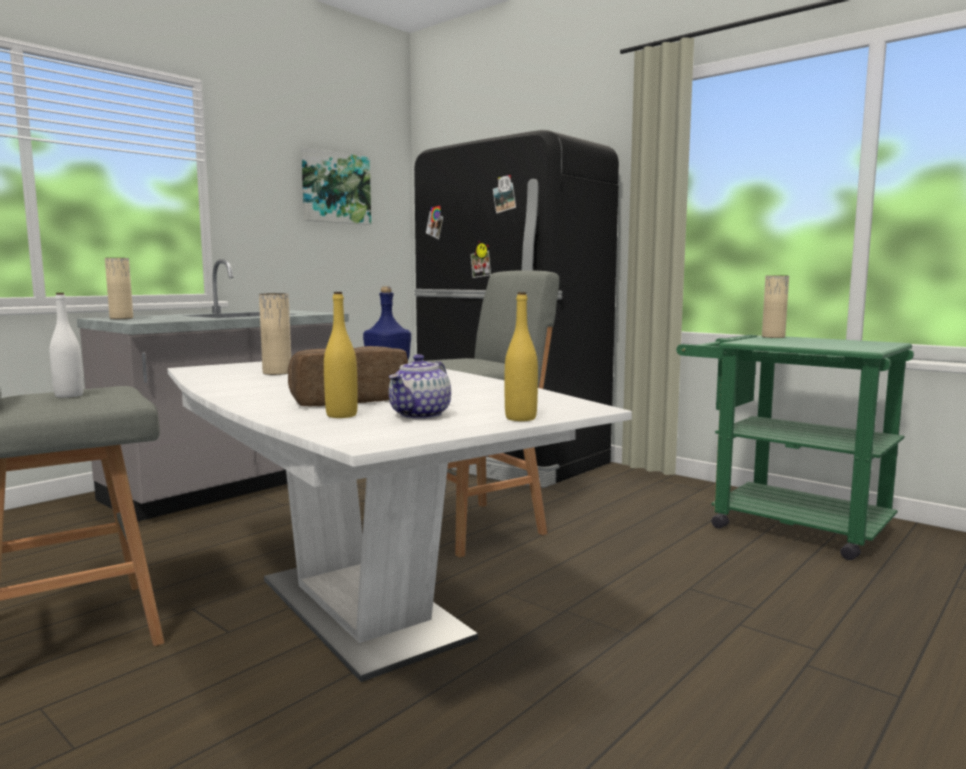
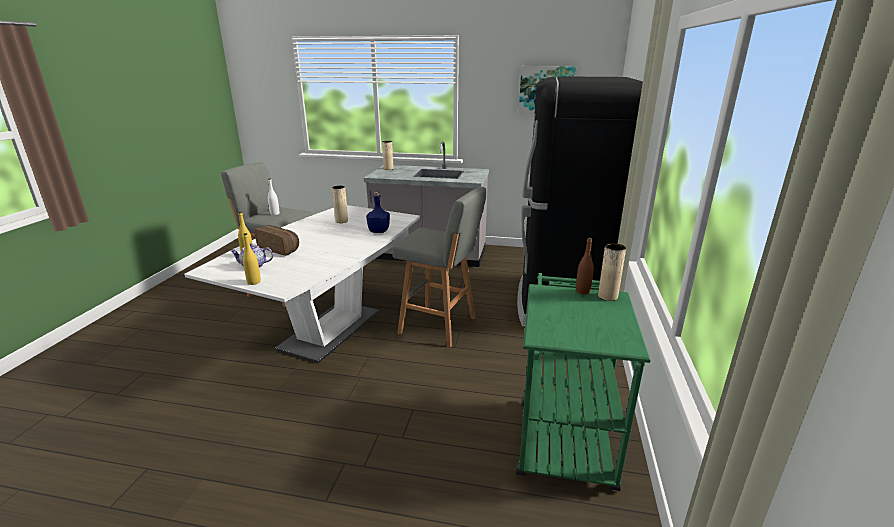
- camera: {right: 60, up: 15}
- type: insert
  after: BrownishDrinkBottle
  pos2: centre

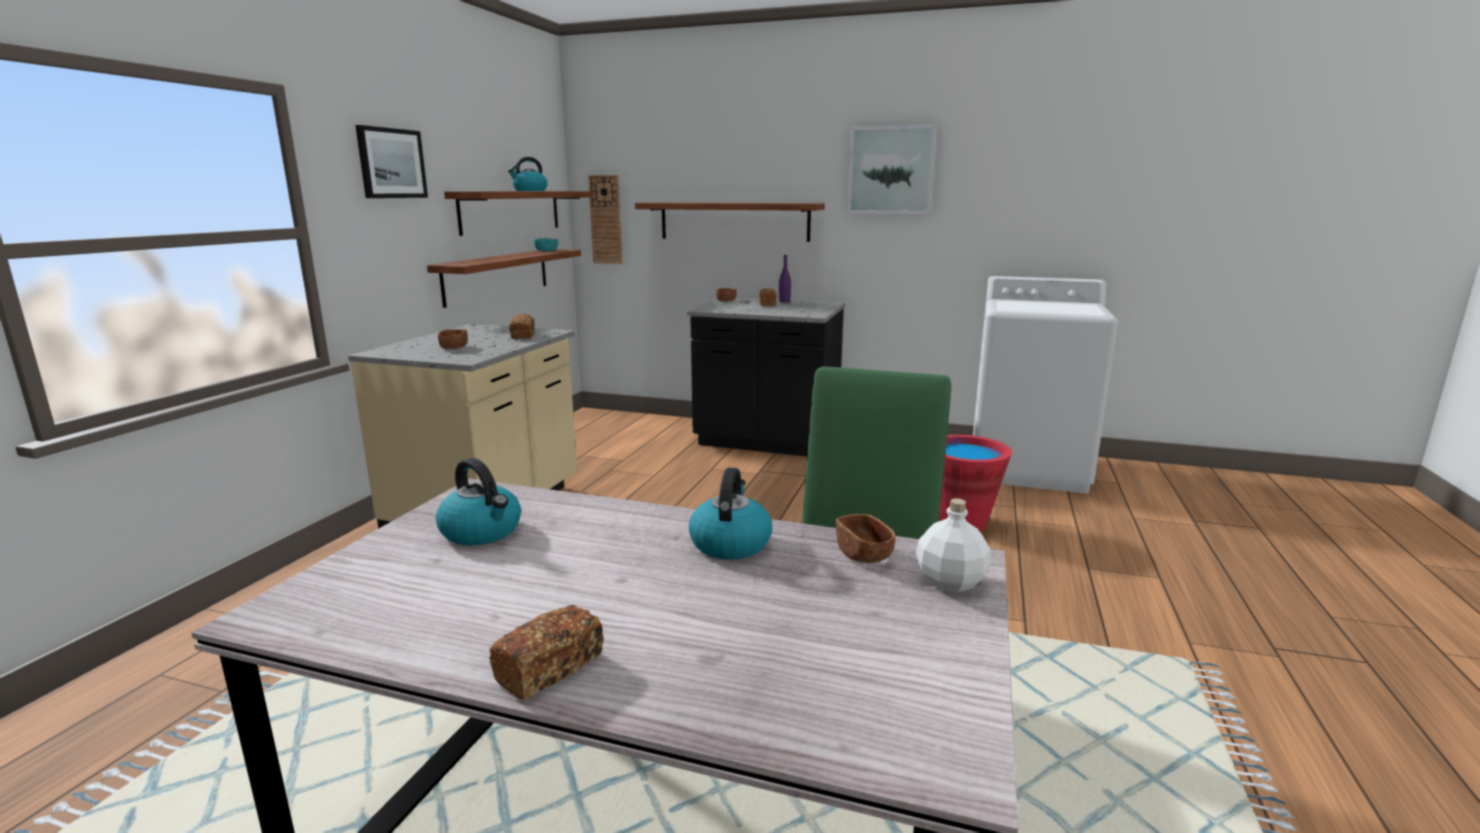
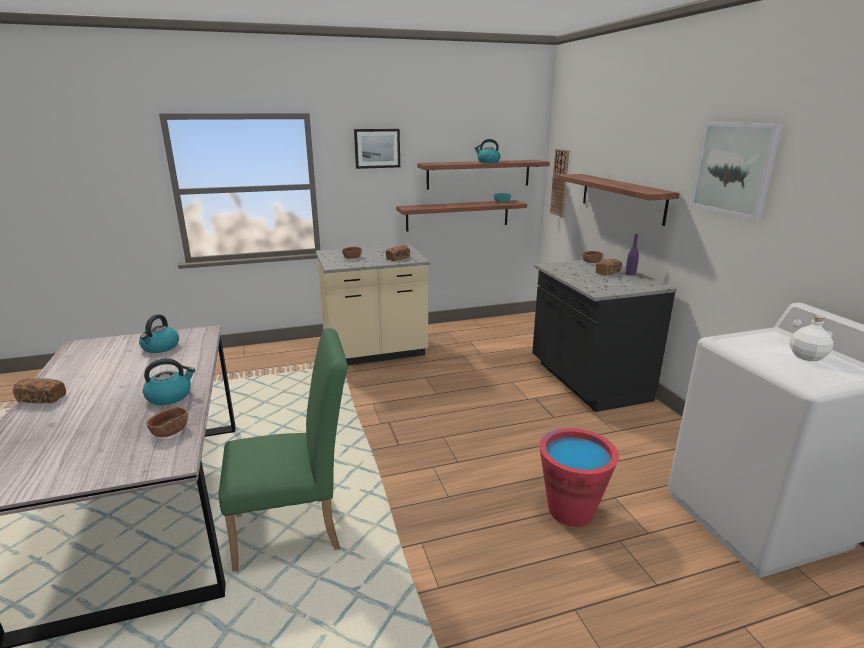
- camera: {right: 55, up: 5}
- type: move
  before: WhiteColouredDrinkBottle
  pos1: centre
  pos2: middle right

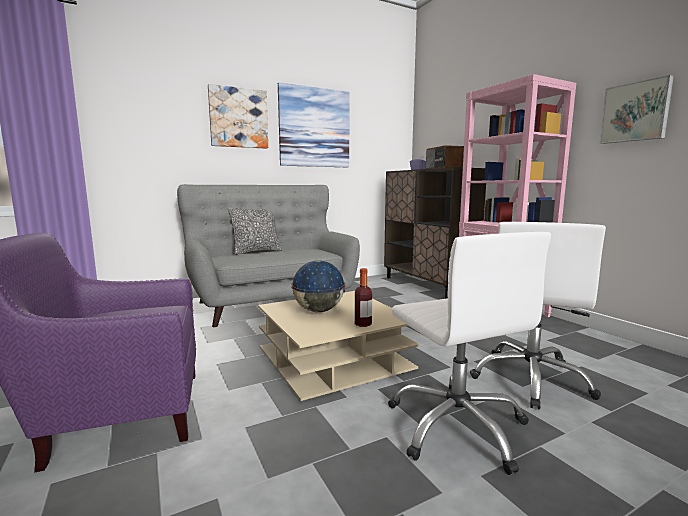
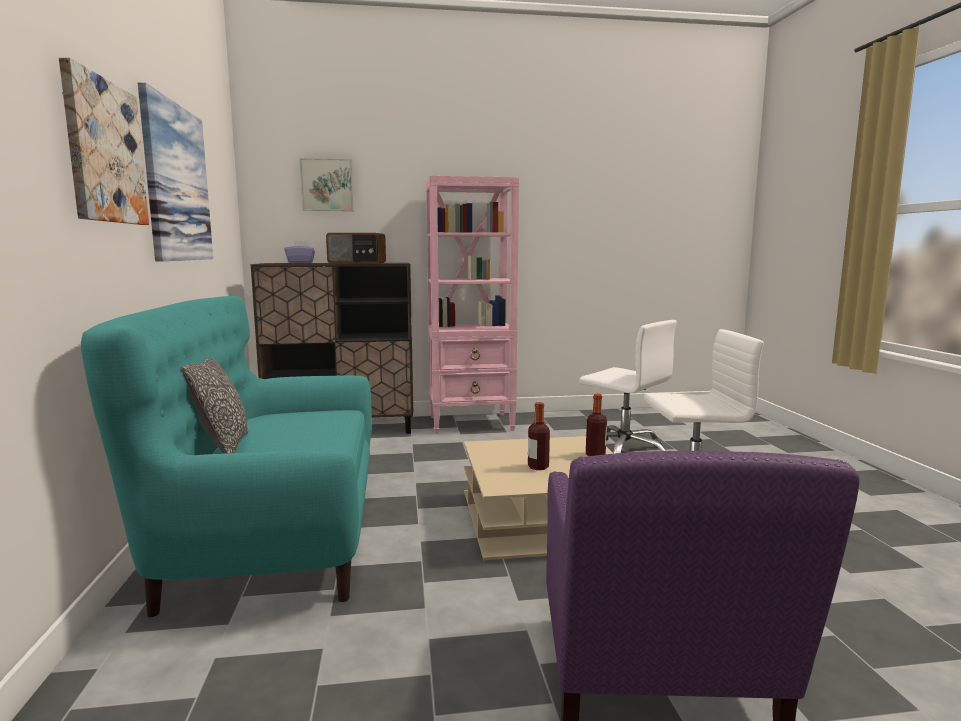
- camera: {right: -70, up: 0}
- type: recolor
  before: GreyCouch
  after: TurquoiseCouch
  pos1: centre
  pos2: middle left
- type: move
  before: WallArt (3rd from left)
  pos1: top right
  pos2: top centre
- type: replace
  before: WorldGlobe
  after: DrinkBottle (1st from left)
  pos1: centre
  pos2: centre

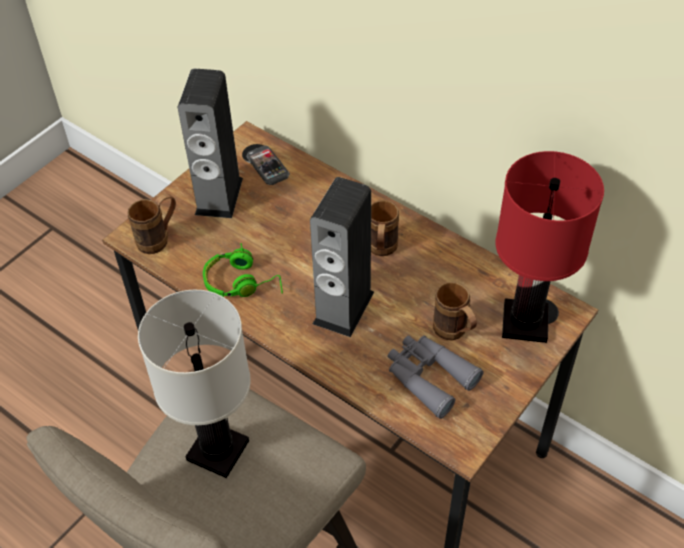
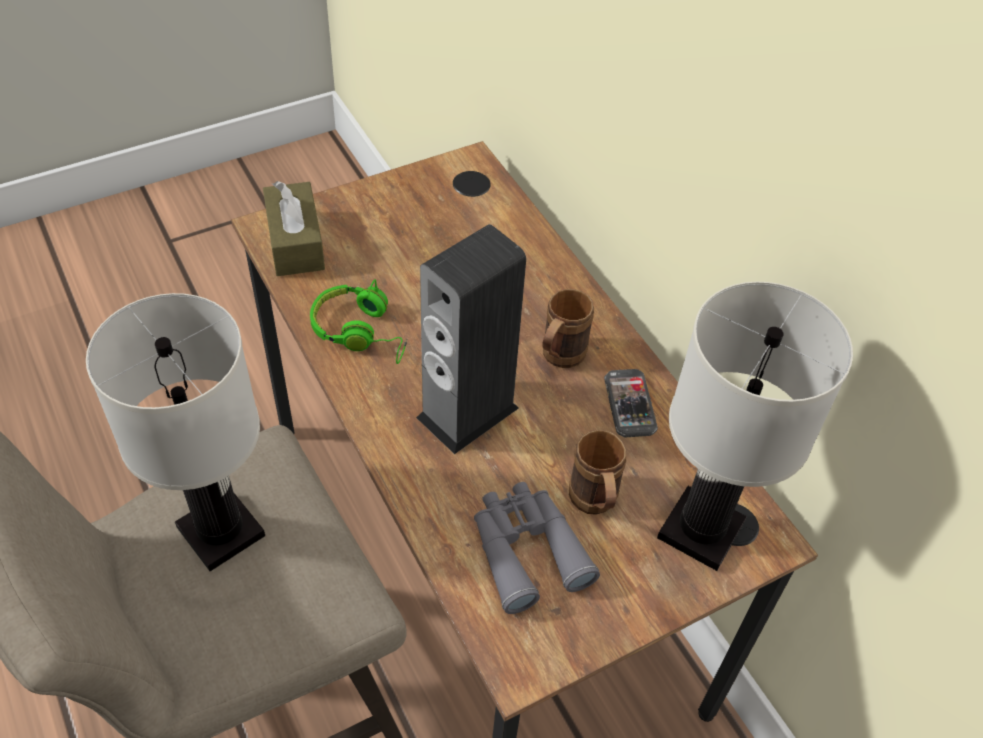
- camera: {right: 20, up: 0}
- type: replace
  before: BrownishCoffeeMug (1st from left)
  after: BrownishBoxOfTissues
  pos1: middle left
  pos2: top left
- type: move
  before: Handset
  pos1: top centre
  pos2: centre
- type: recolor
  before: RedColouredLampForATable
  after: WhiteColouredLampForATable (2nd from left)
  pos1: middle right
  pos2: middle right
- type: delete
  before: Loudspeaker (1st from left)
  pos1: top left

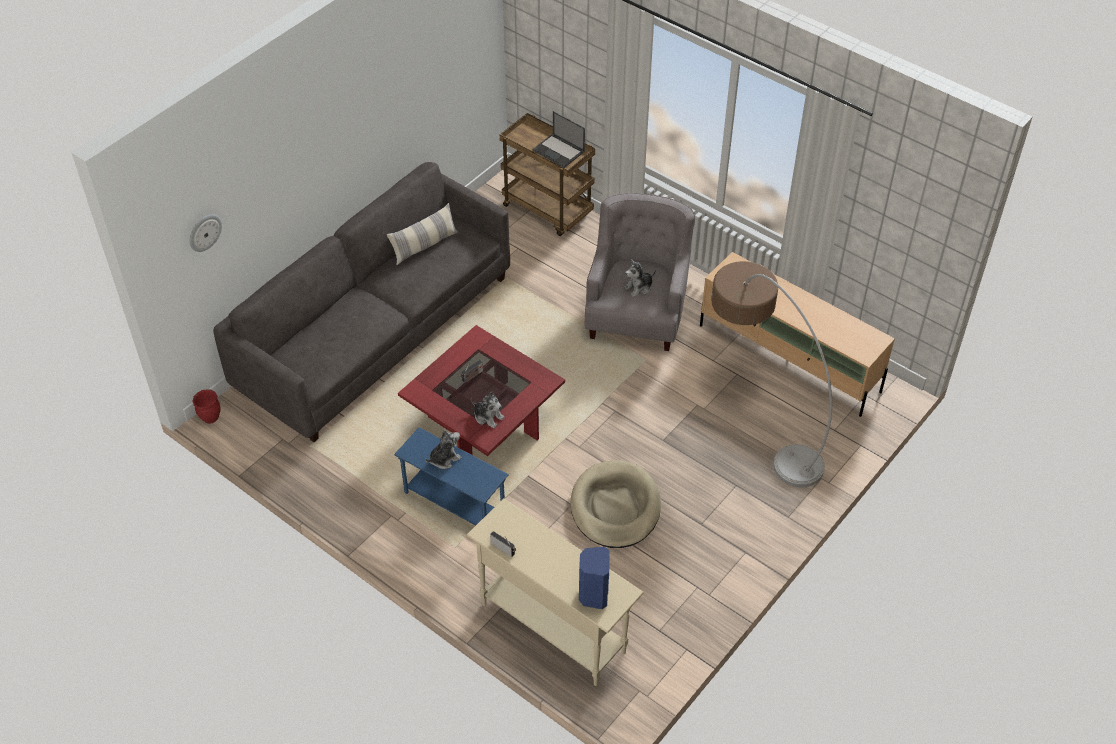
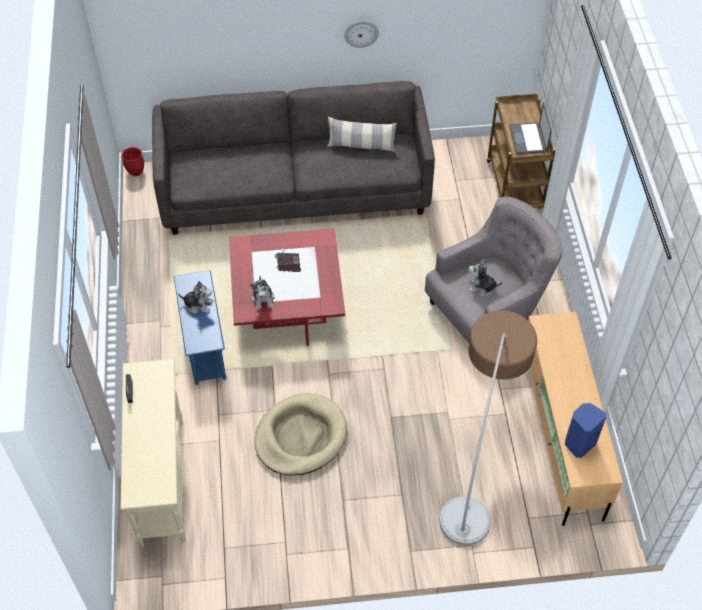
- camera: {right: 45, up: 5}
- type: move
  before: ClockOnTheWall
  pos1: top left
  pos2: top centre
- type: move
  before: BluishLoudspeaker
  pos1: bottom centre
  pos2: bottom right

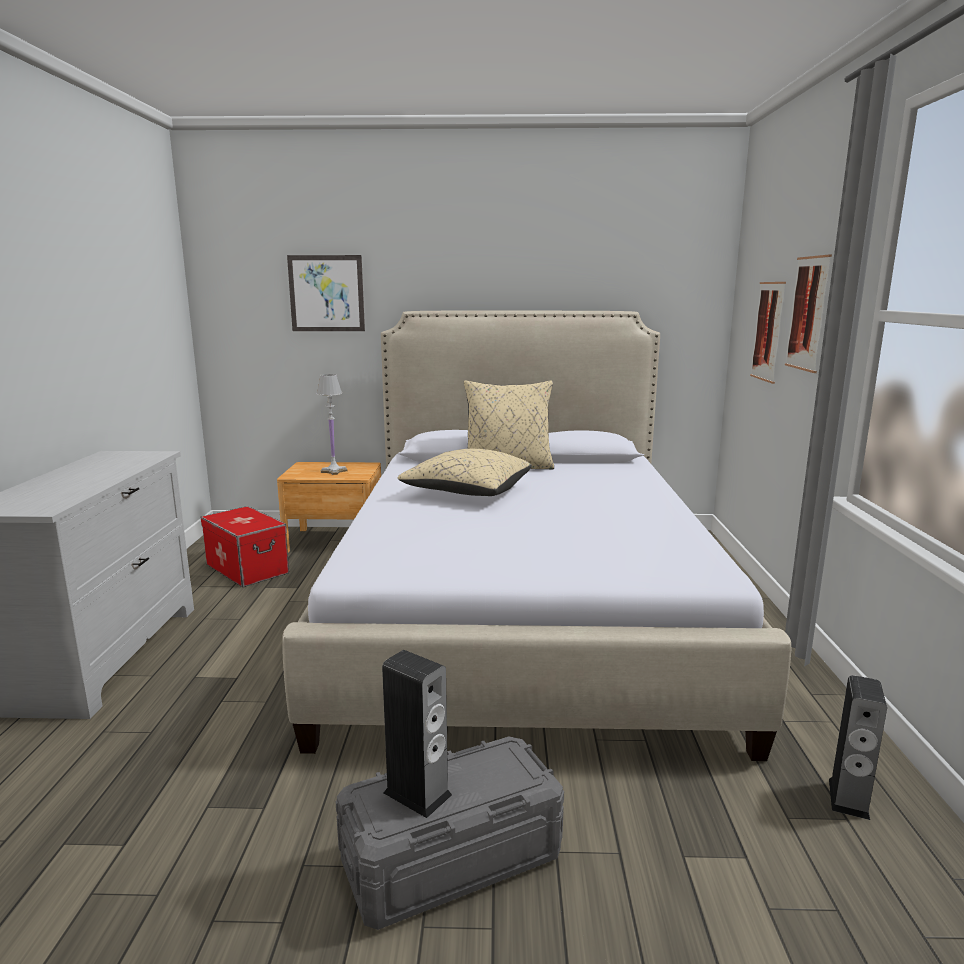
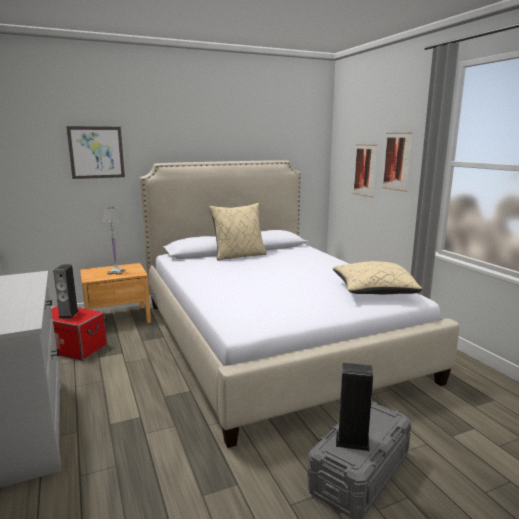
- camera: {right: -25, up: 0}
- type: move
  before: Loudspeaker (2nd from left in the first image)
  after: Loudspeaker (1st from left)
  pos1: bottom right
  pos2: middle left
- type: move
  before: BeigeColouredCushion (1st from left in the first image)
  after: BeigeColouredCushion (2nd from left)
  pos1: centre
  pos2: middle right

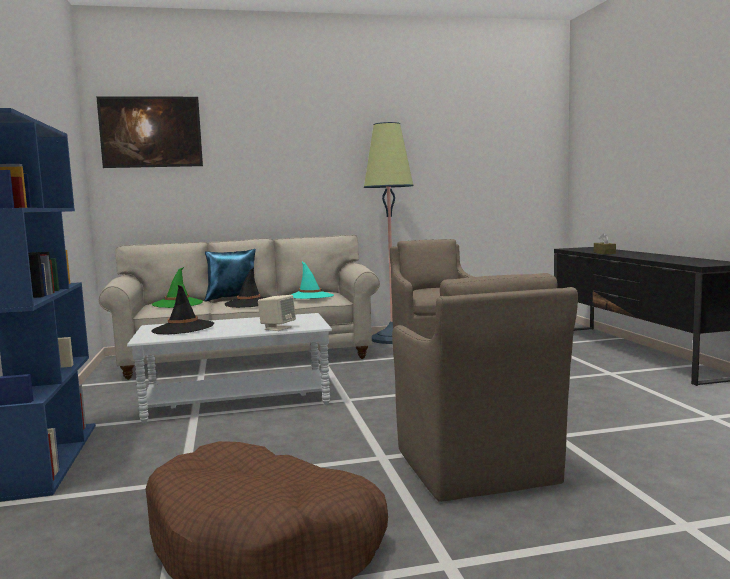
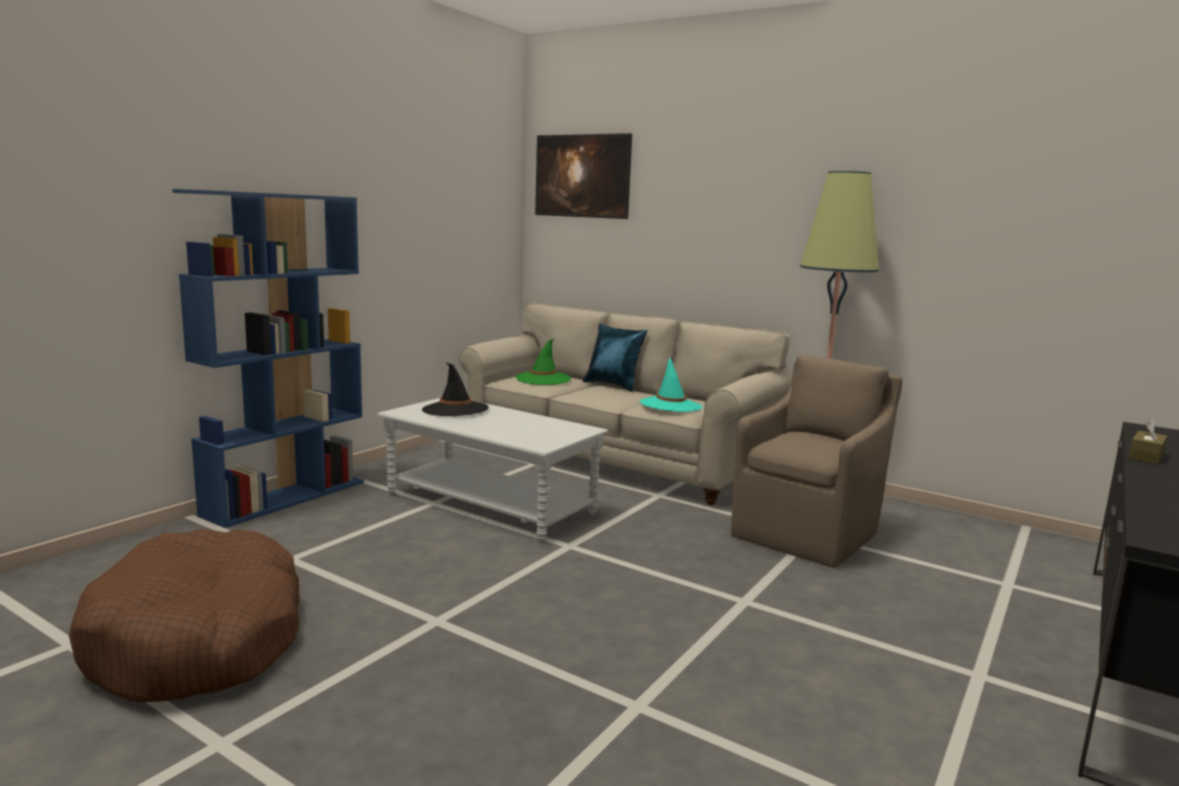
- camera: {right: 45, up: 5}
- type: delete
  before: BlackColouredHat (2nd from left)
  pos1: centre
- type: delete
  before: BeigeColouredLoudspeaker
  pos1: centre
- type: delete
  before: BrownishArmchair (2nd from left)
  pos1: bottom centre

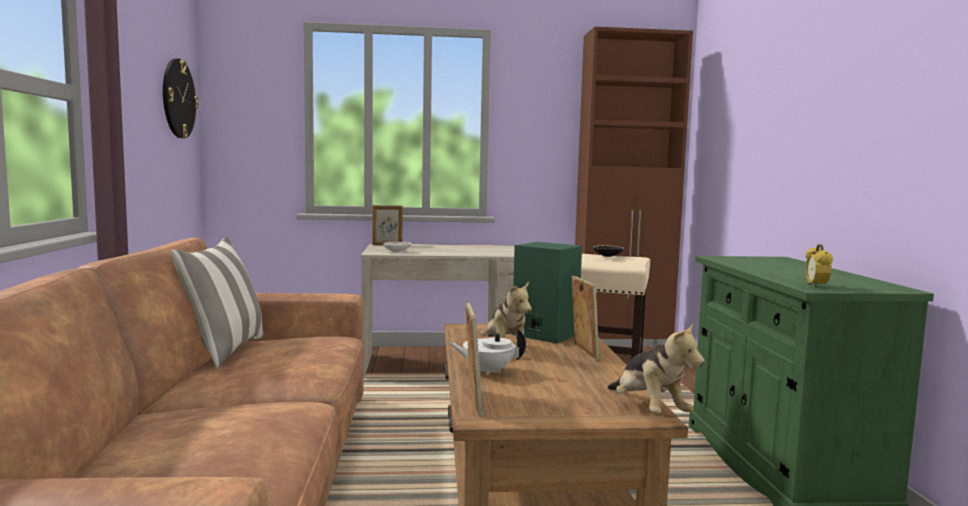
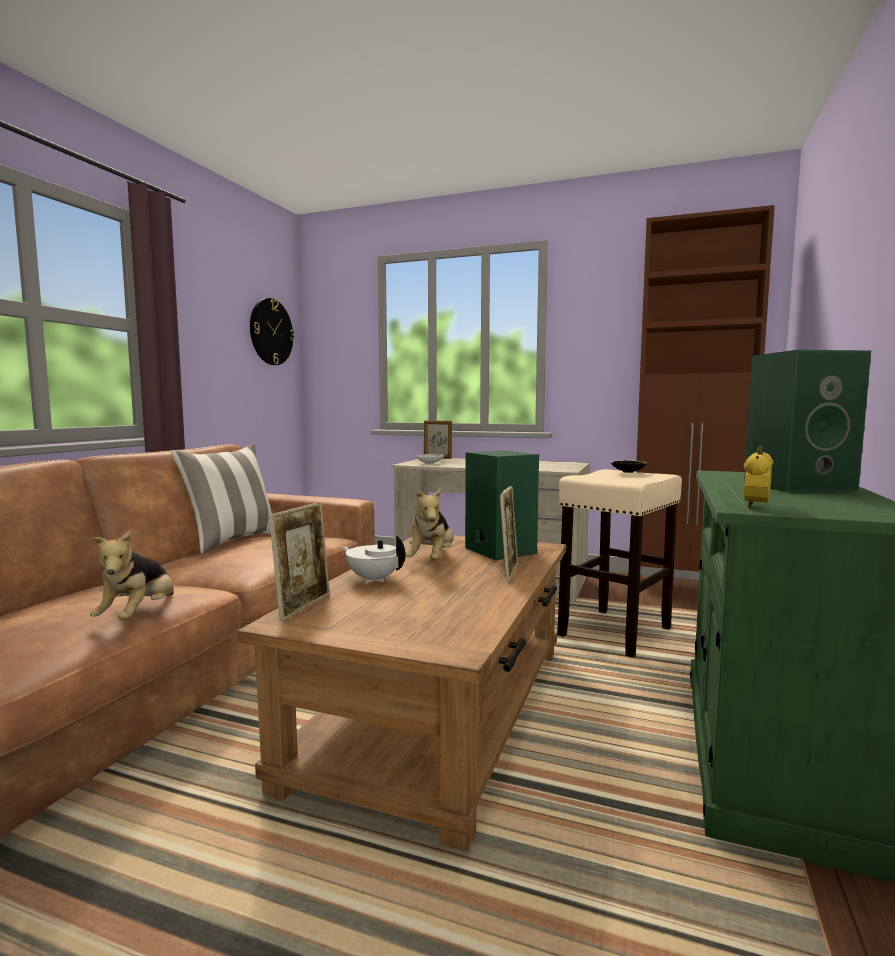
- camera: {right: 25, up: 0}
- type: move
  before: CuddlyToy (2nd from left in the first image)
  after: CuddlyToy (1st from left)
  pos1: bottom right
  pos2: middle left
- type: insert
  after: GreenishLoudspeaker (2nd from left)
  pos2: middle right

